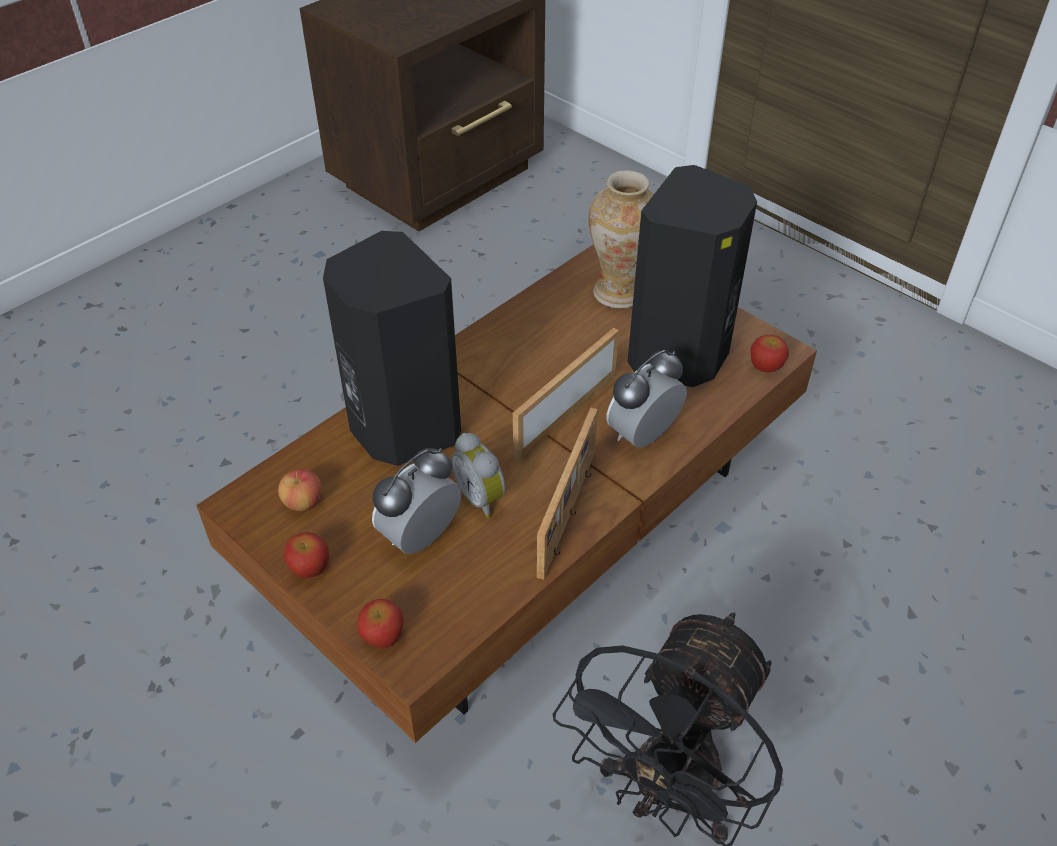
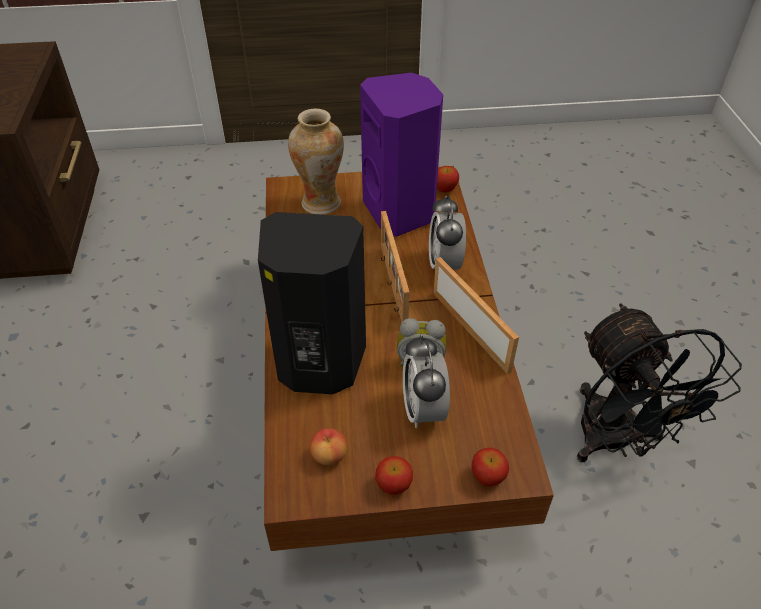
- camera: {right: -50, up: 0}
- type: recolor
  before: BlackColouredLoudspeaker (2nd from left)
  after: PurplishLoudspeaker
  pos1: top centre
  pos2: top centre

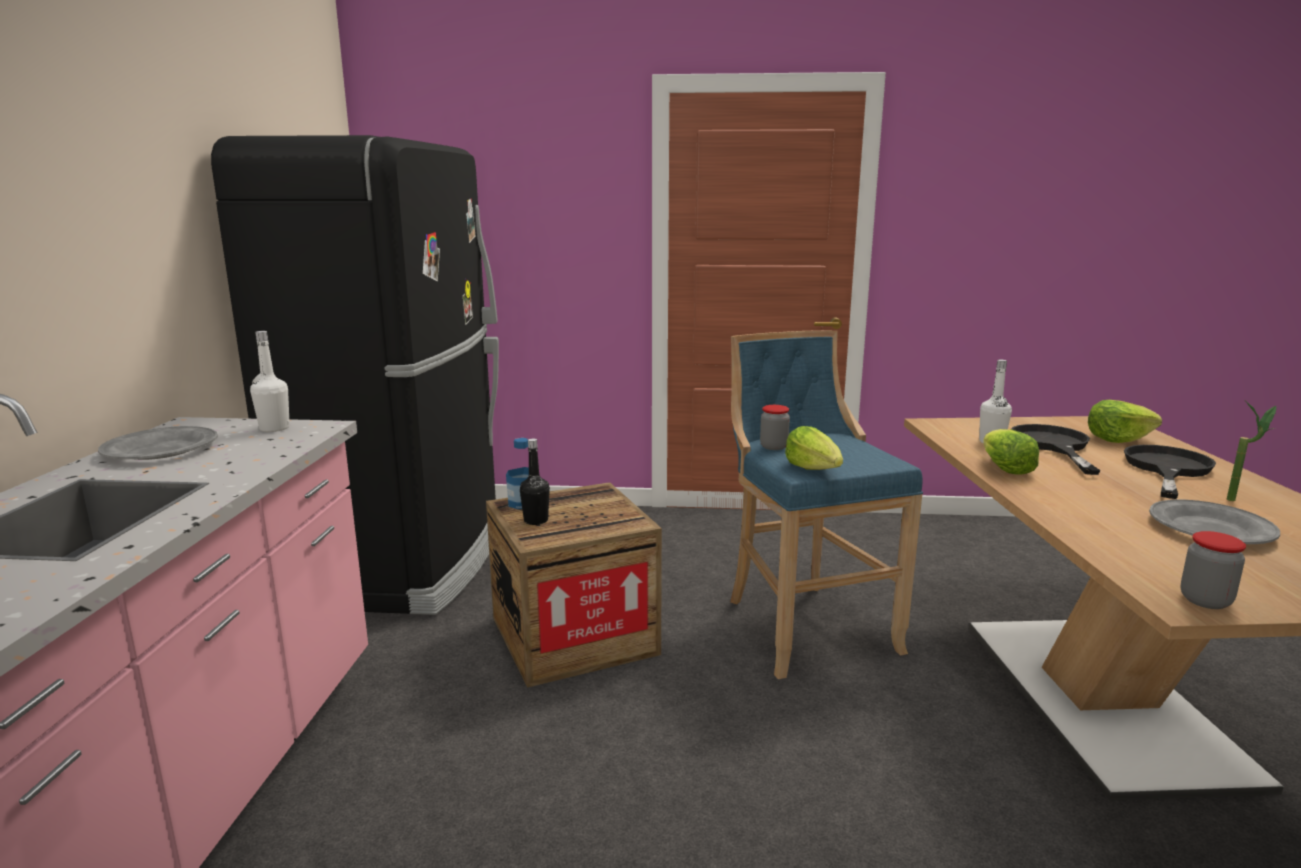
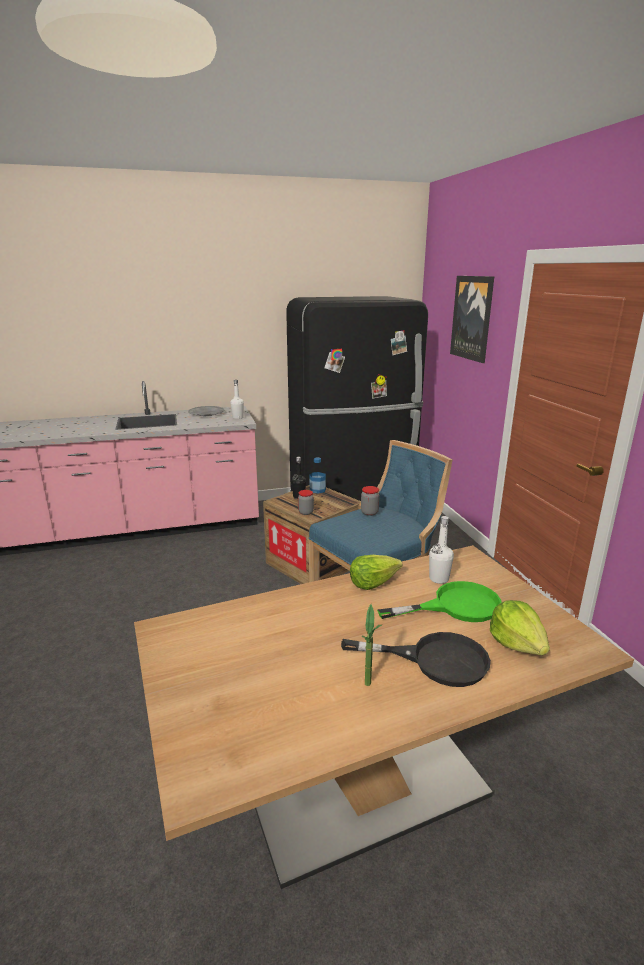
- camera: {right: 70, up: 5}
- type: move
  before: StorageJar (2nd from left in the first image)
  after: StorageJar (1st from left)
  pos1: middle right
  pos2: centre
- type: recolor
  before: BlackColouredSkillet (1st from left)
  after: GreenishSkillet
  pos1: middle right
  pos2: middle right
- type: insert
  after: WallArt
  pos2: top right
- type: delete
  before: HeadOfLettuce (1st from left)
  pos1: centre
- type: delete
  before: GreyDinnerPlate (2nd from left)
  pos1: middle right

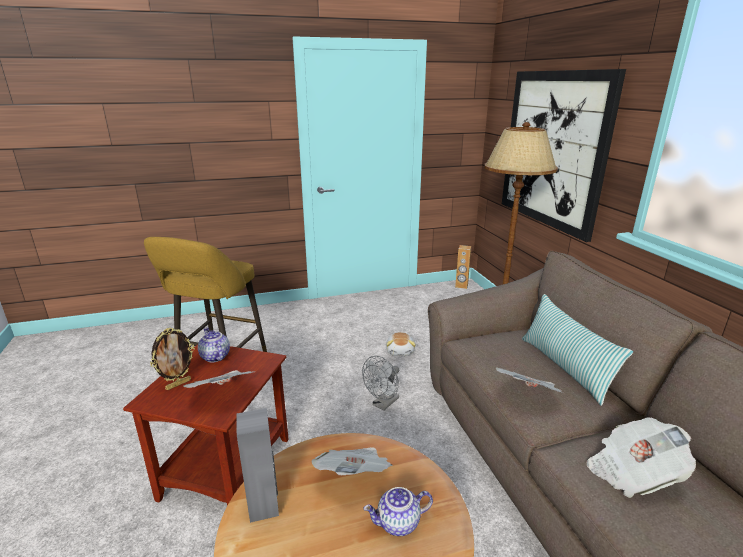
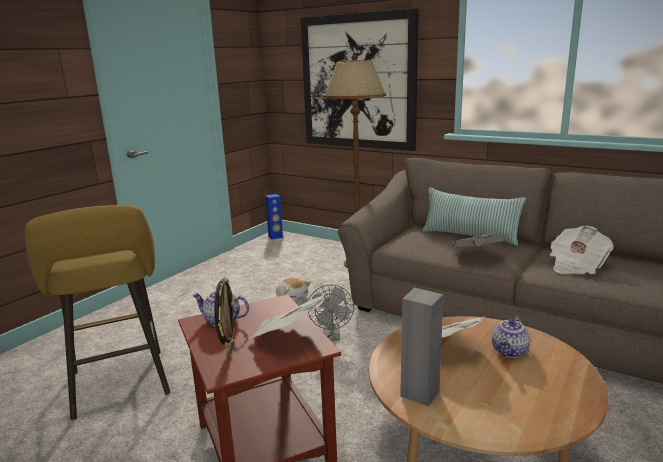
- camera: {right: -40, up: -5}
- type: recolor
  before: BrownishLoudspeaker
  after: BluishLoudspeaker
  pos1: centre
  pos2: centre

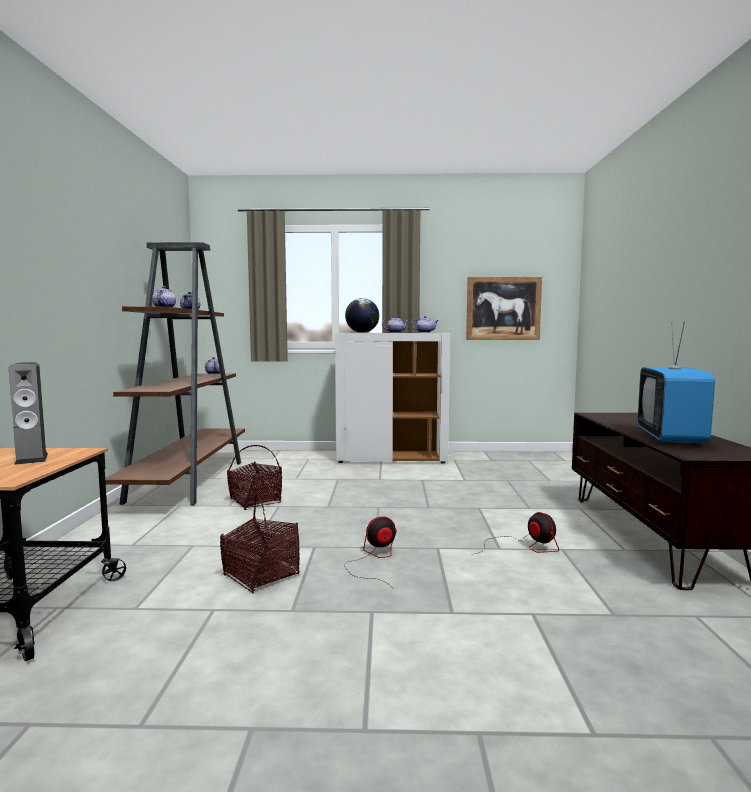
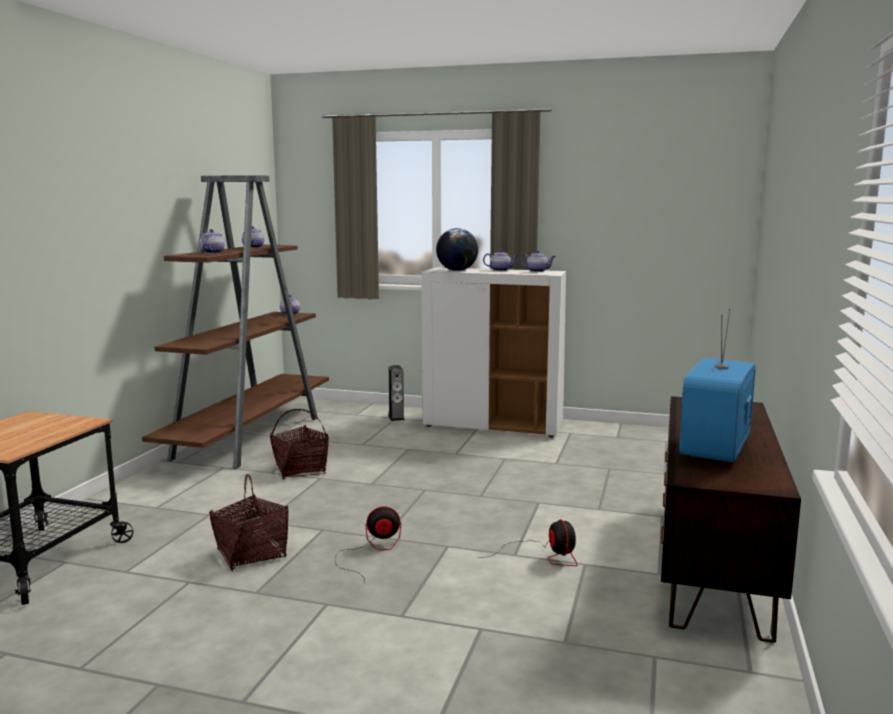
- camera: {right: 15, up: 5}
- type: move
  before: Loudspeaker
  pos1: middle left
  pos2: centre
- type: delete
  before: WallArt
  pos1: middle right

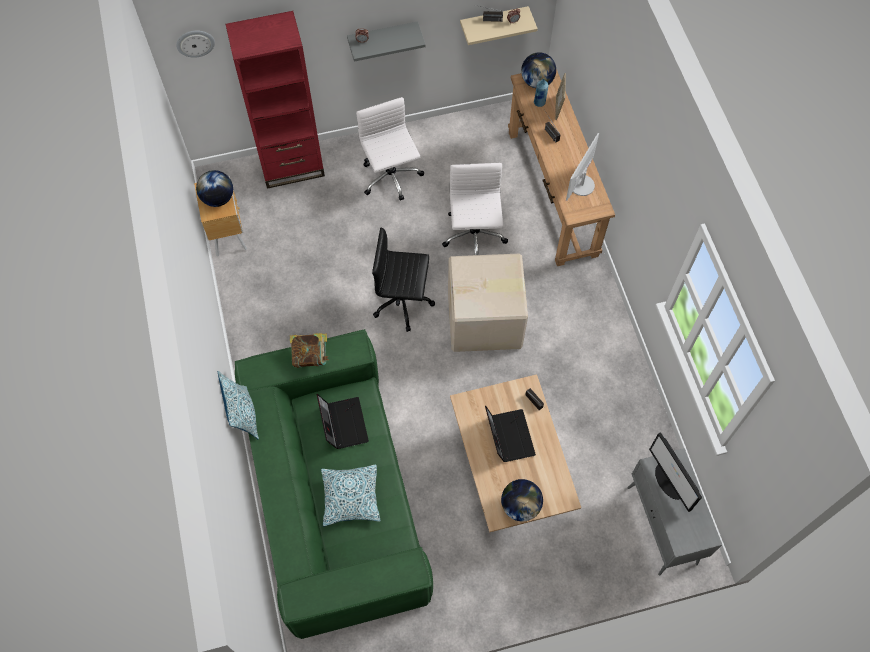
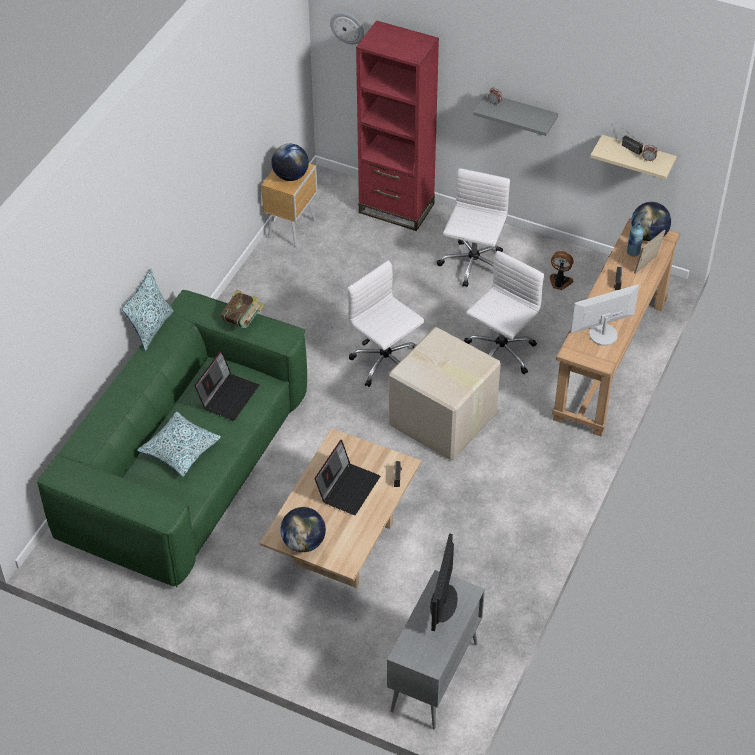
- camera: {right: 40, up: -15}
- type: recolor
  before: BlackColouredDeskChair
  after: WhiteColouredDeskChair (1st from left)
  pos1: centre
  pos2: centre
- type: insert
  after: ElectricFan
  pos2: middle right

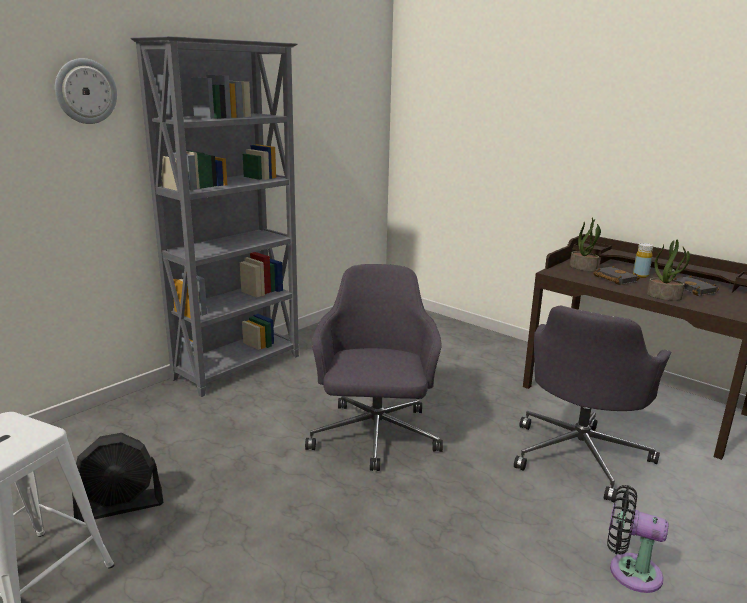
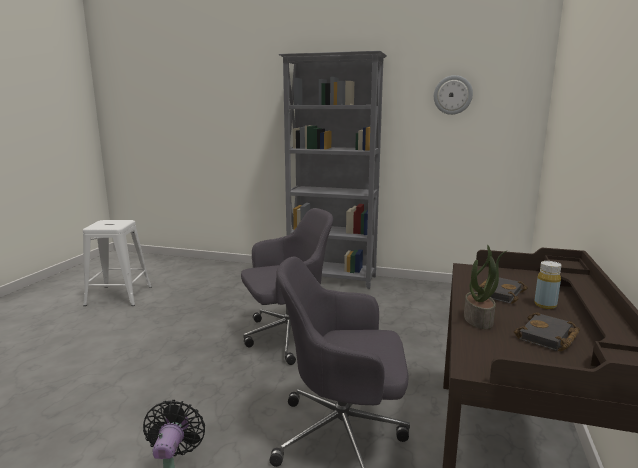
- camera: {right: 65, up: -5}
- type: move
  before: ClockOnTheWall
  pos1: top left
  pos2: top right
- type: delete
  before: BlackColouredElectricFan (1st from left)
  pos1: bottom left
- type: delete
  before: PottedPlant (1st from left)
  pos1: middle right

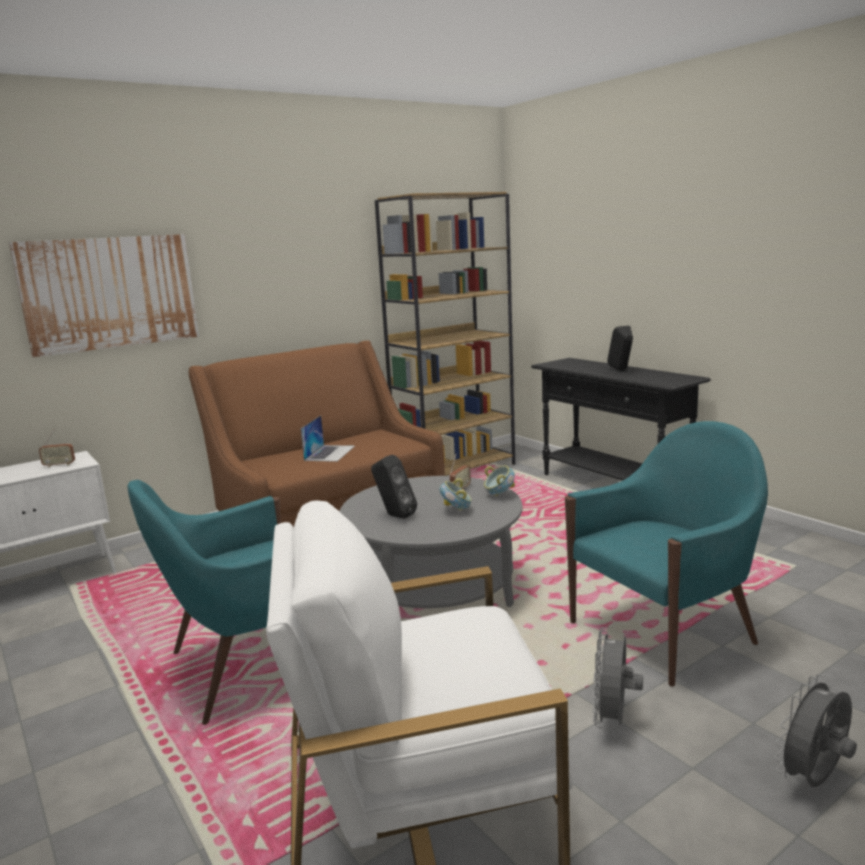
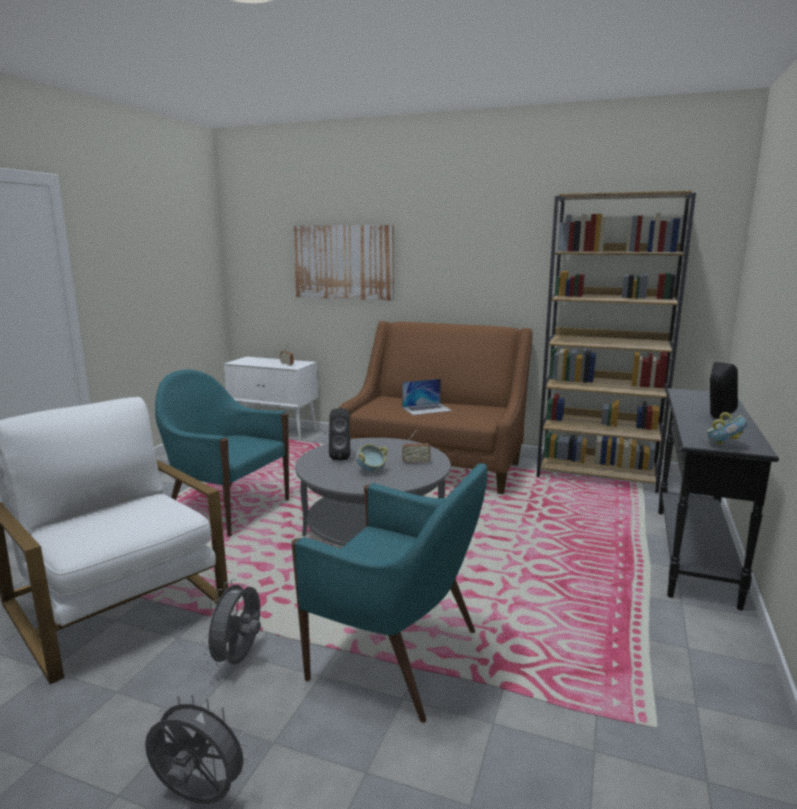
- camera: {right: 55, up: 0}
- type: rotate
  before: GreyElectricFan (1st from left in the first image)
  pos1: bottom right
  pos2: bottom left
  turn: -60
- type: move
  before: DeepDish (2nd from left)
  pos1: centre
  pos2: middle right

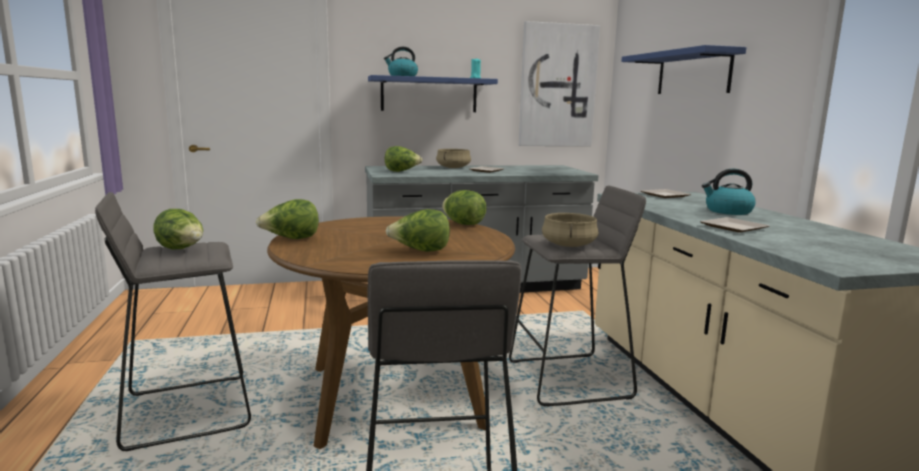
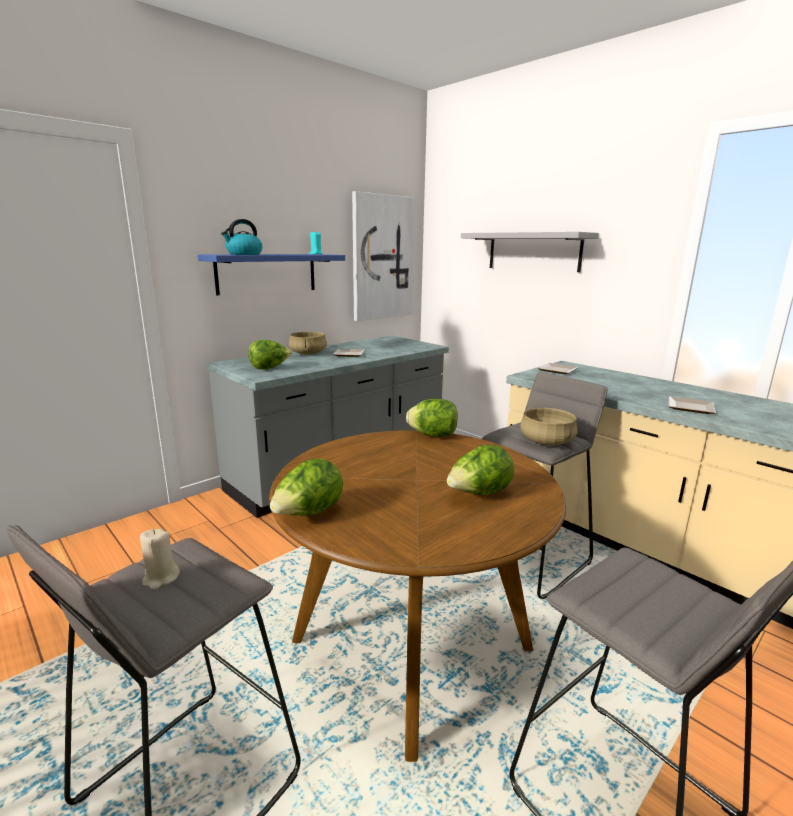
- camera: {right: -30, up: 5}
- type: replace
  before: HeadOfLettuce (1st from left)
  after: BeigeColouredWaxCandle
  pos1: middle left
  pos2: bottom left
- type: recolor
  before: BluishWallShelf (2nd from left)
  after: GreyWallShelf
  pos1: top right
  pos2: top right
- type: delete
  before: WaterKettle (2nd from left)
  pos1: middle right

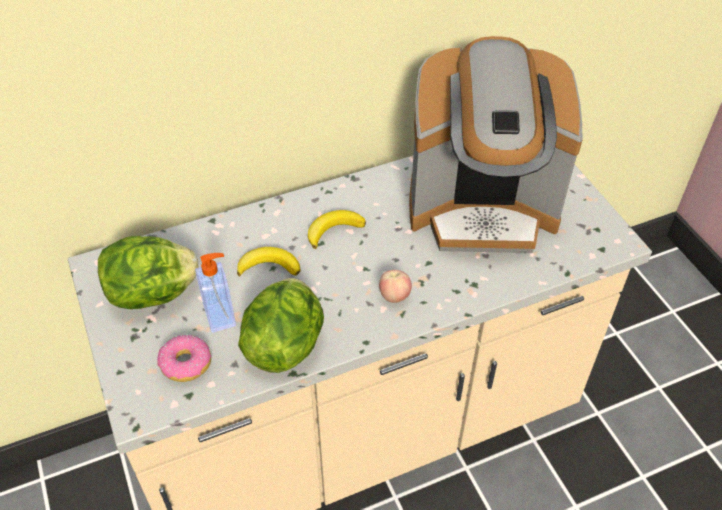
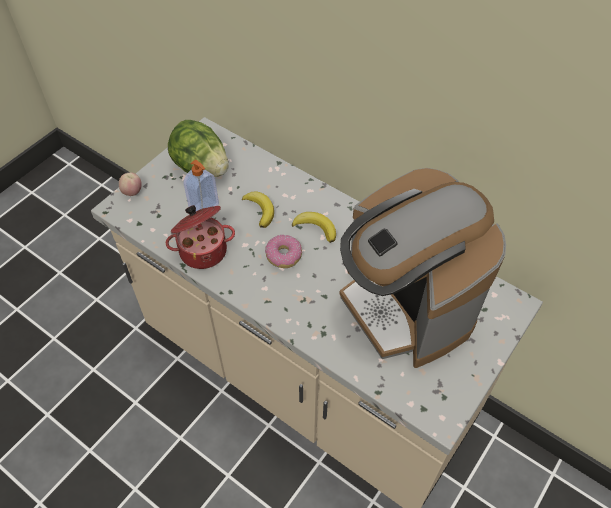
- camera: {right: 60, up: 5}
- type: move
  before: Apple
  pos1: centre
  pos2: middle left
- type: replace
  before: HeadOfLettuce (2nd from left)
  after: Stockpot
  pos1: centre
  pos2: middle left
- type: move
  before: RingDoughnut
  pos1: bottom left
  pos2: centre

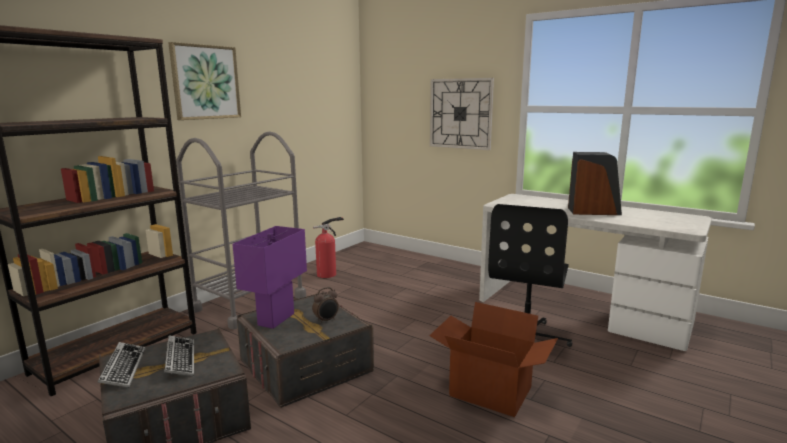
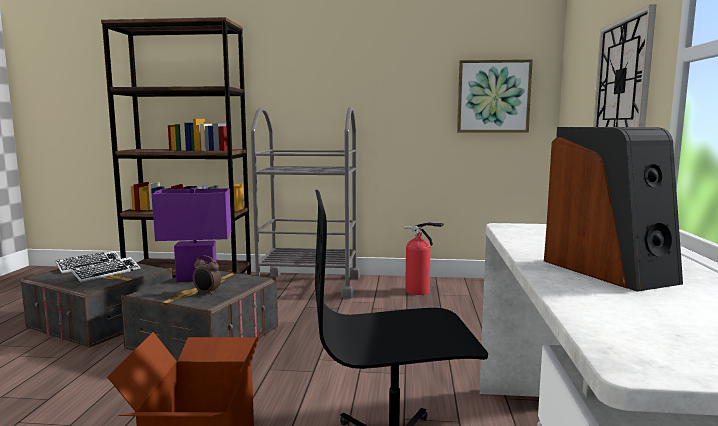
- camera: {right: 60, up: -5}
- type: move
  before: WallArt
  pos1: top left
  pos2: top right

